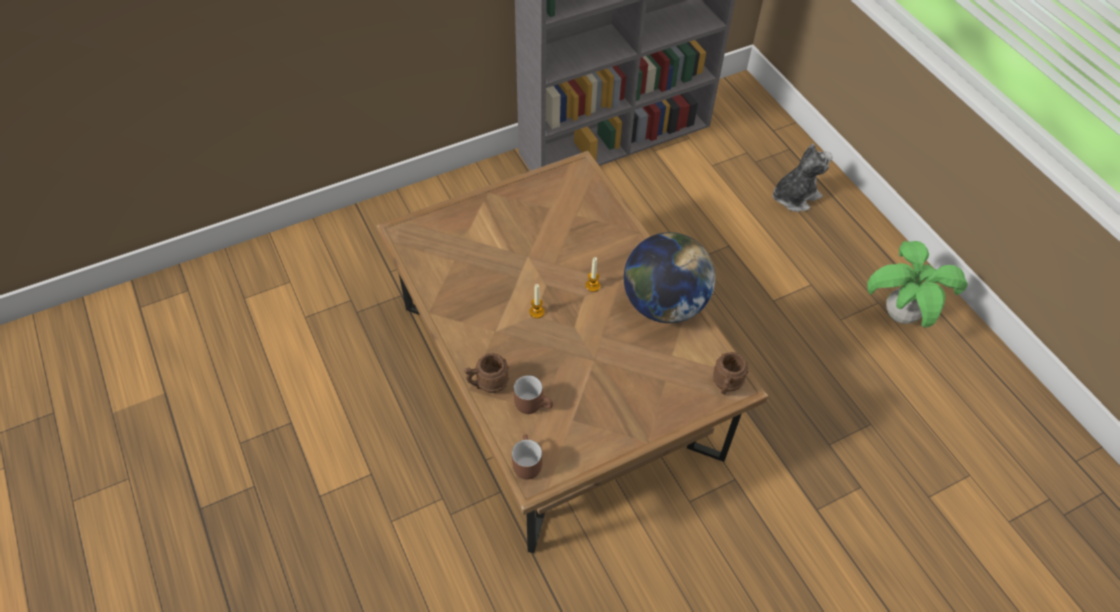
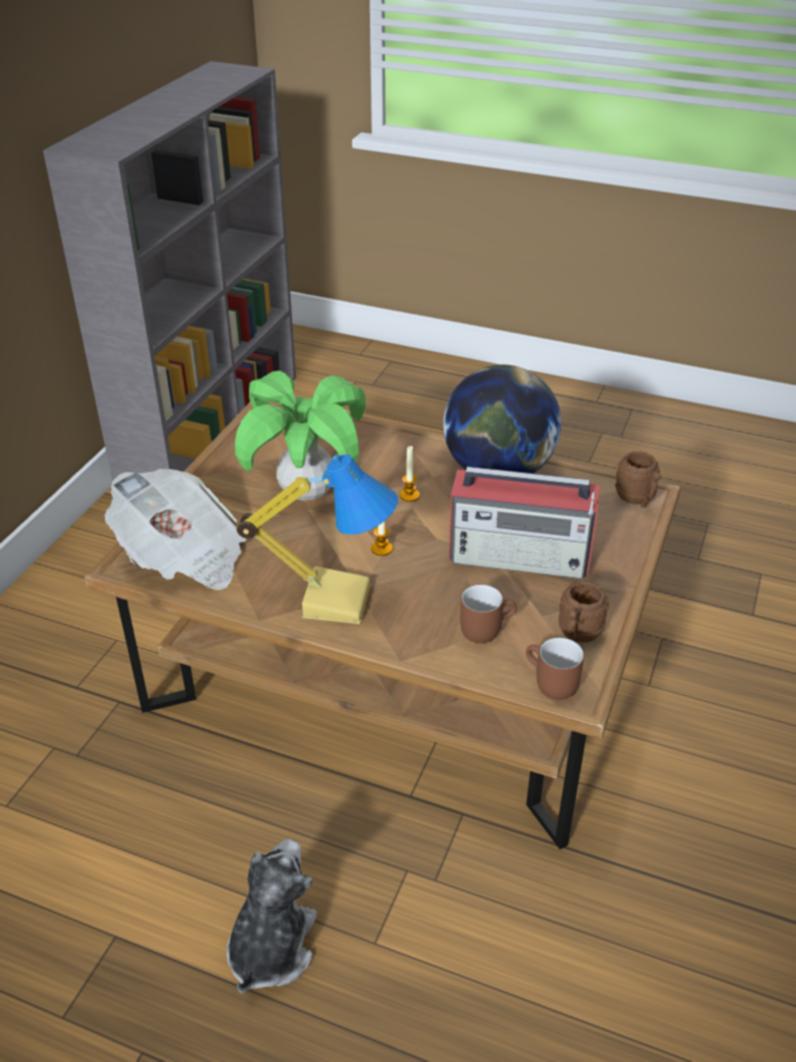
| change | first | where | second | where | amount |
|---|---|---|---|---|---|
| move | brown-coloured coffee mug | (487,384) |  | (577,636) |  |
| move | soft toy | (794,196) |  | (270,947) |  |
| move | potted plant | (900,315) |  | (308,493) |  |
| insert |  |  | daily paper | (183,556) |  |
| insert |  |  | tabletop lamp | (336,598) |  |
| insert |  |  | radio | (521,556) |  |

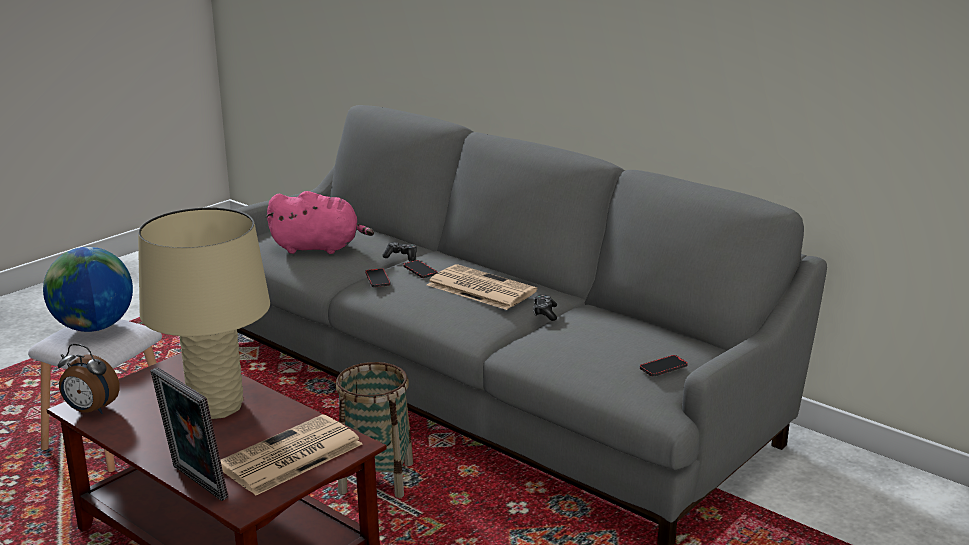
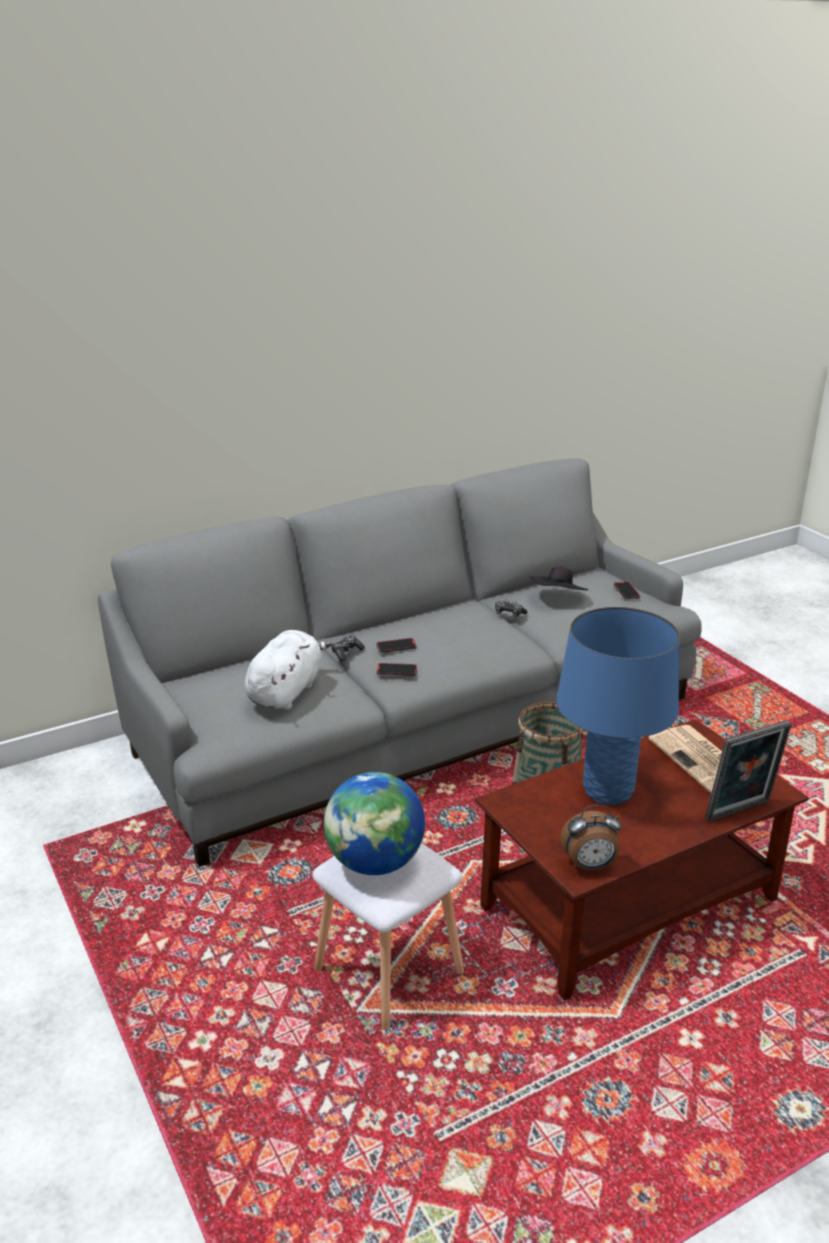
| change | first | where | second | where | amount |
|---|---|---|---|---|---|
| rotate | alarm clock | (90,410) |  | (590,866) | 45 degrees clockwise |
| recolor | sand-coloured tabletop lamp | (216,407) | bluish tabletop lamp | (608,791) |  |
| recolor | pink soft toy | (319,248) | white soft toy | (286,691) |  |
| delete | daily paper | (479,288) |  |  |  |
| insert |  |  | black-coloured hat | (558,598) |  |

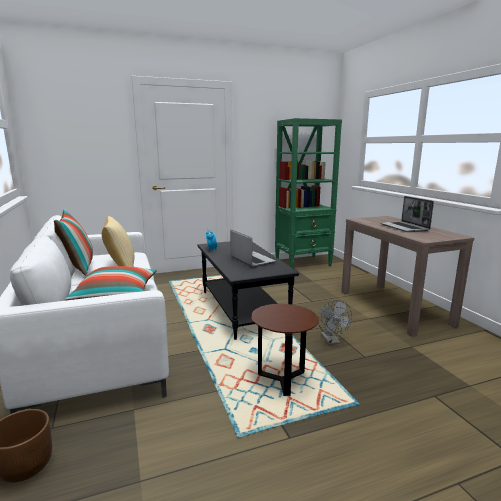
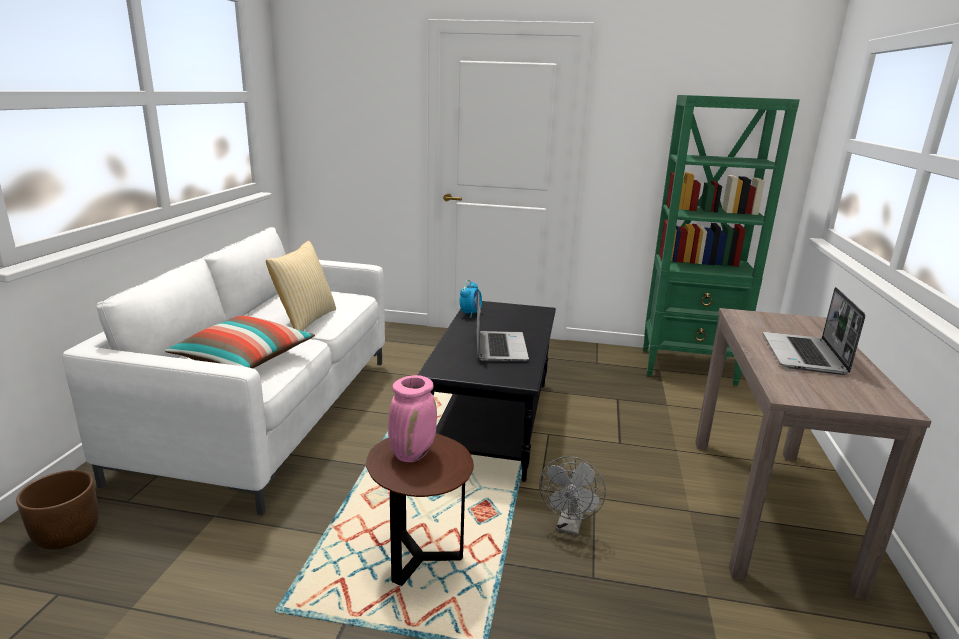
| change | first | where | second | where | amount |
|---|---|---|---|---|---|
| delete | throw pillow | (78,268) |  |  |  |
| insert |  |  | pink vase | (412,454) |  |

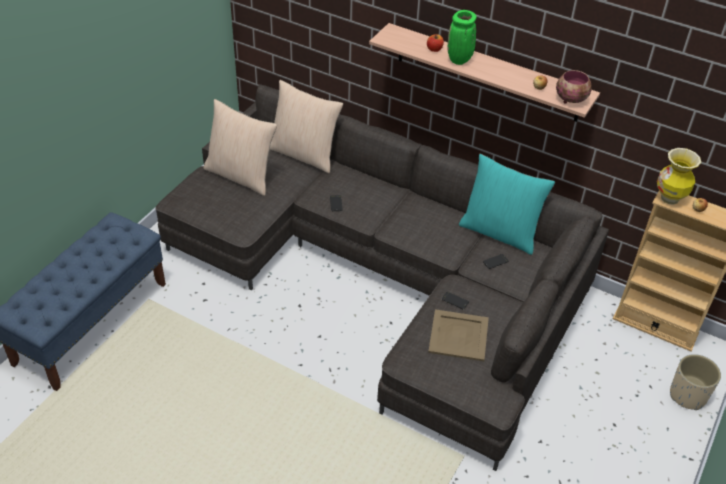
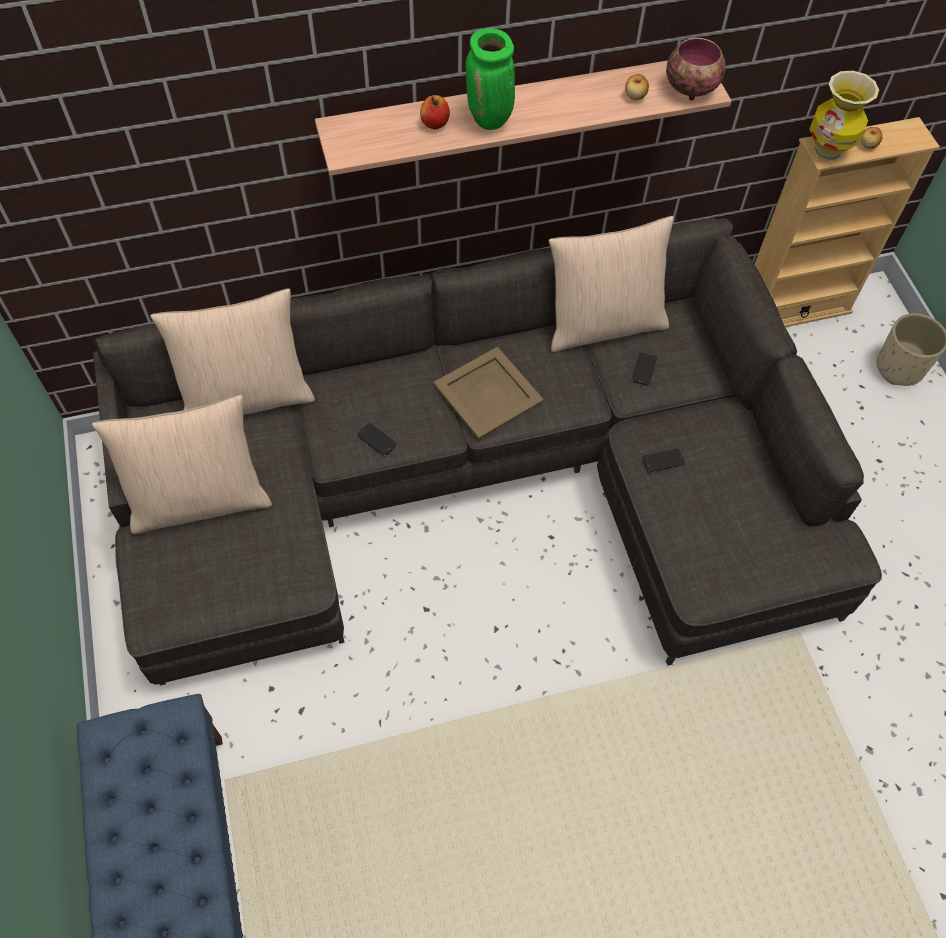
| change | first | where | second | where | amount |
|---|---|---|---|---|---|
| move | sand-coloured carrying tray | (458,336) |  | (488,394) |  |
| recolor | turquoise-coloured throw pillow | (500,232) | sand-coloured throw pillow | (603,324) |  |

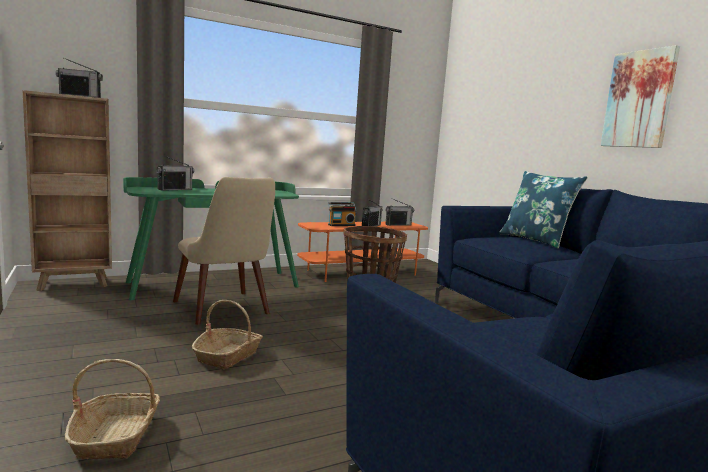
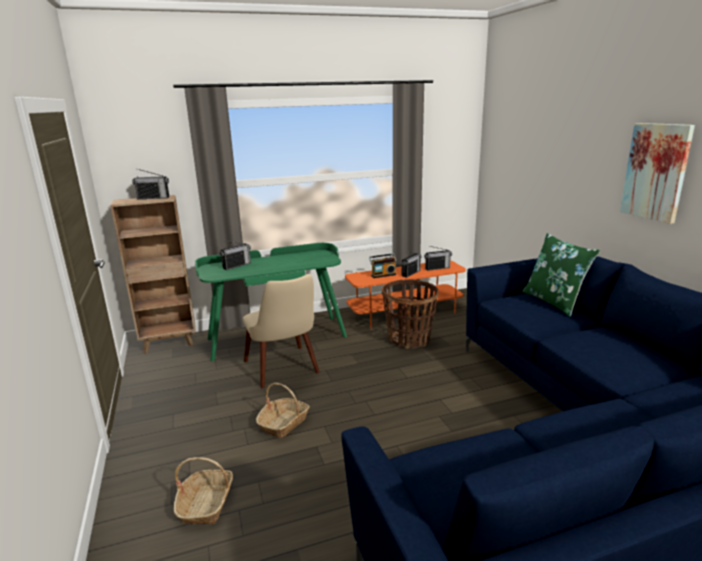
| change | first | where | second | where | amount |
|---|---|---|---|---|---|
| recolor | bluish throw pillow | (535,240) | green-coloured throw pillow | (554,302) |  |

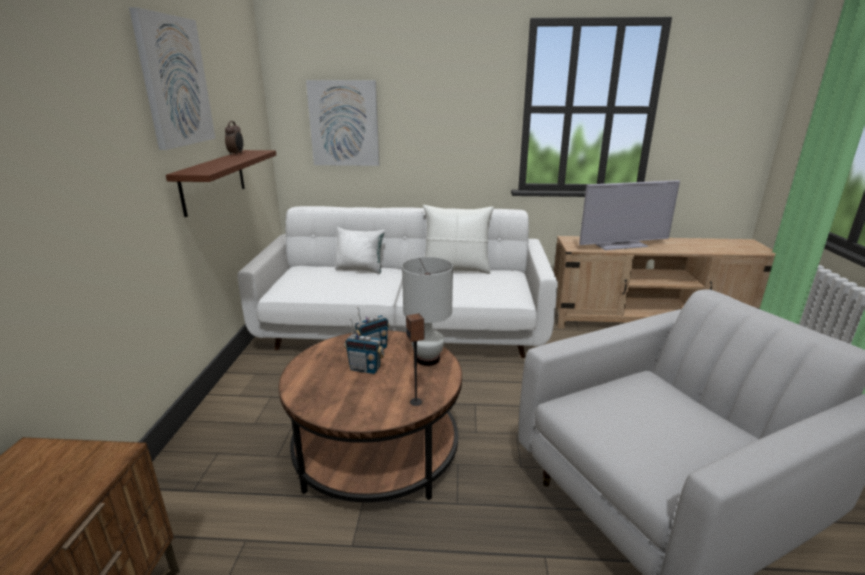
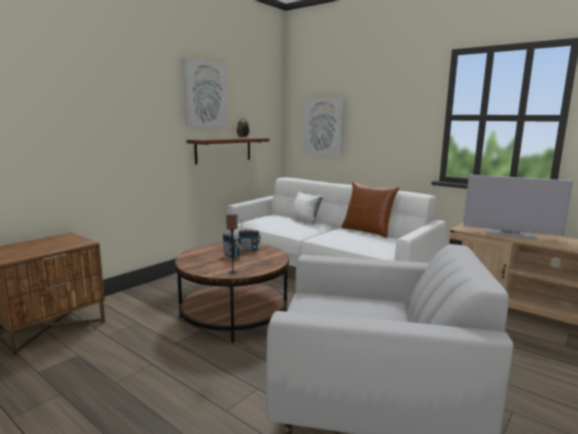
| change | first | where | second | where | amount |
|---|---|---|---|---|---|
| delete | white tabletop lamp | (428,359) |  |  |  |
| recolor | white throw pillow | (456,269) | brown-coloured throw pillow | (367,231) |  |

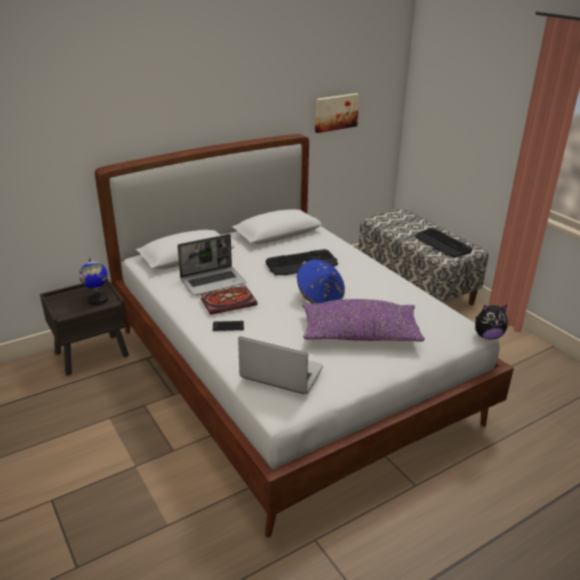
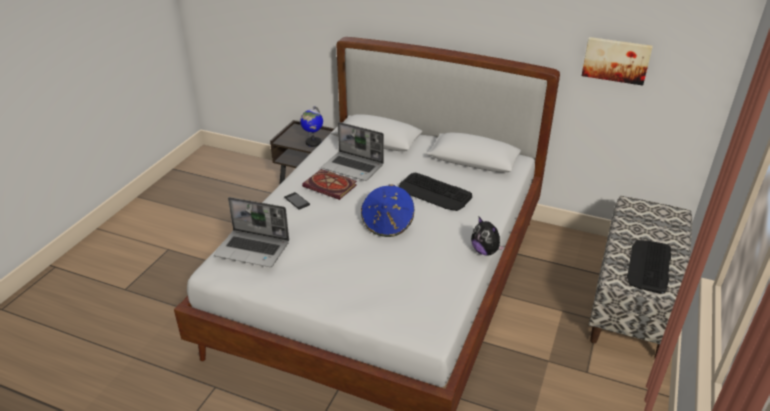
| change | first | where | second | where | amount |
|---|---|---|---|---|---|
| rotate | laptop | (280,374) |  | (253,249) | 120 degrees clockwise |
| delete | purplish throw pillow | (359,334) |  |  |  |
| move | soft toy | (487,336) |  | (485,251) |  |

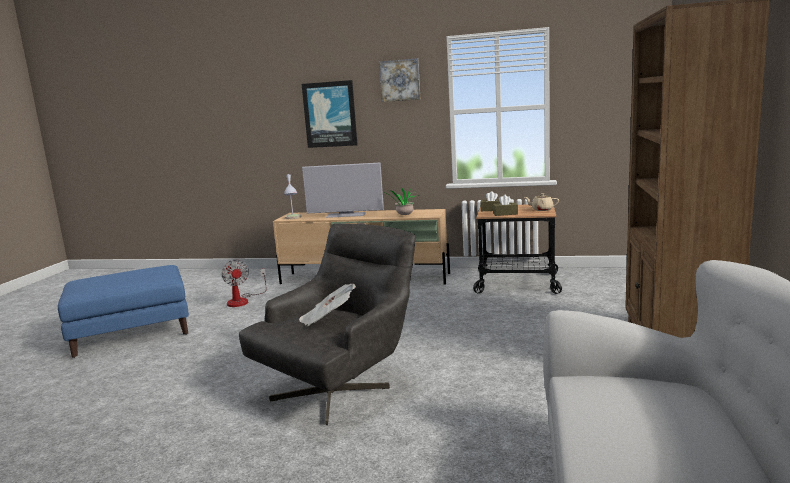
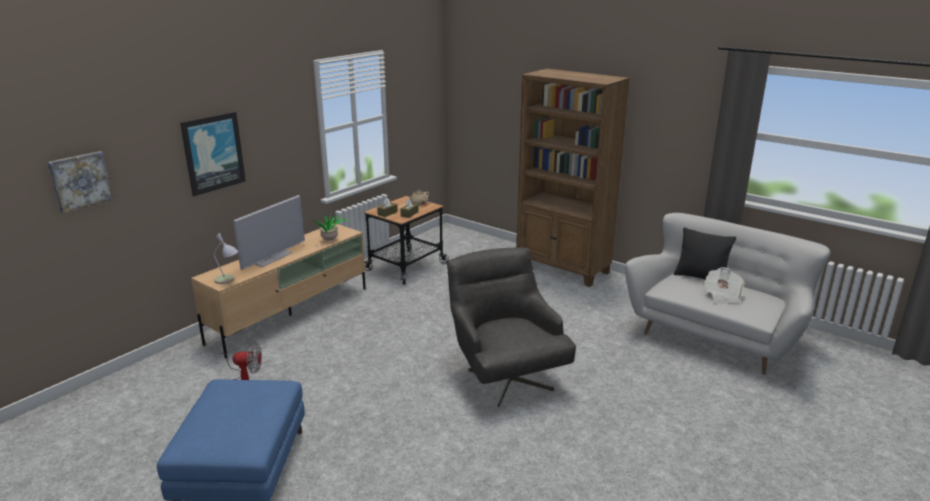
| change | first | where | second | where | amount |
|---|---|---|---|---|---|
| move | daily paper | (327,319) |  | (721,296) |  |
| move | picture | (400,80) |  | (80,181) |  |
| insert |  |  | black-coloured throw pillow | (701,277) |  |

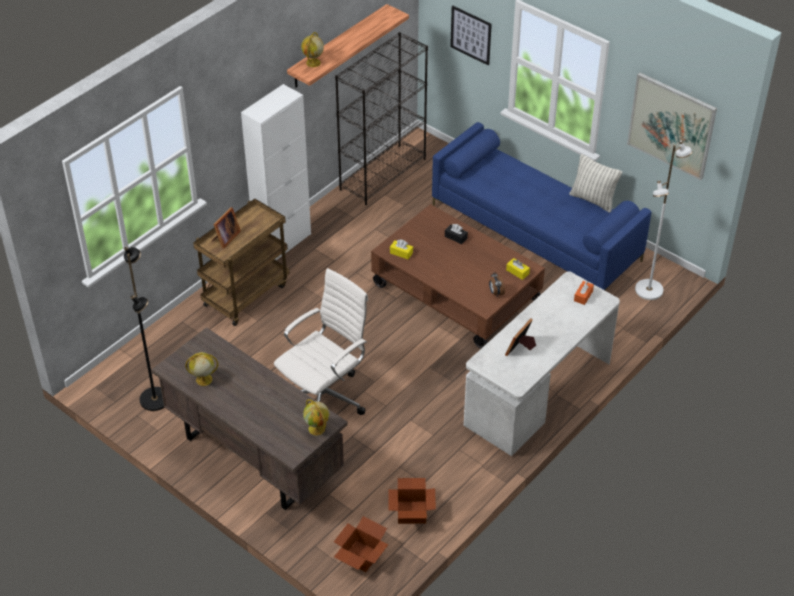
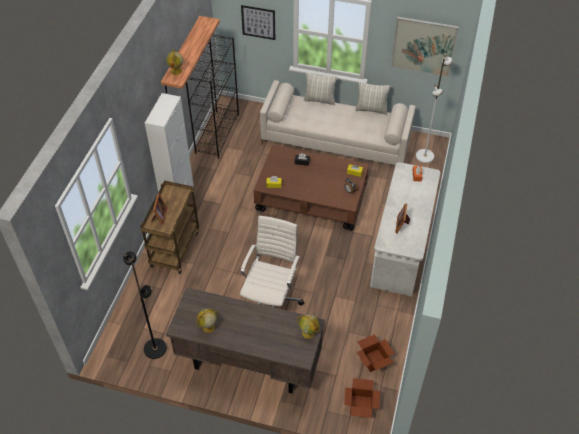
| change | first | where | second | where | amount |
|---|---|---|---|---|---|
| recolor | bluish couch | (536,232) | sand-coloured couch | (336,141) |  |
| insert |  |  | throw pillow | (319,100) |  |

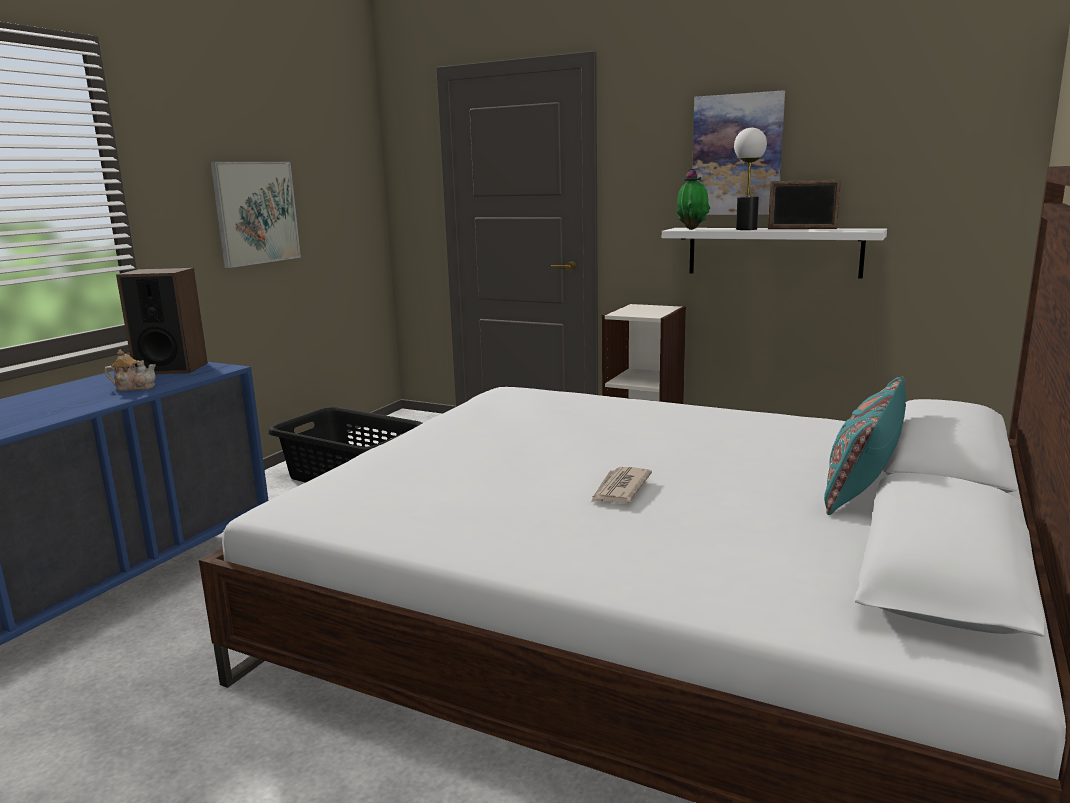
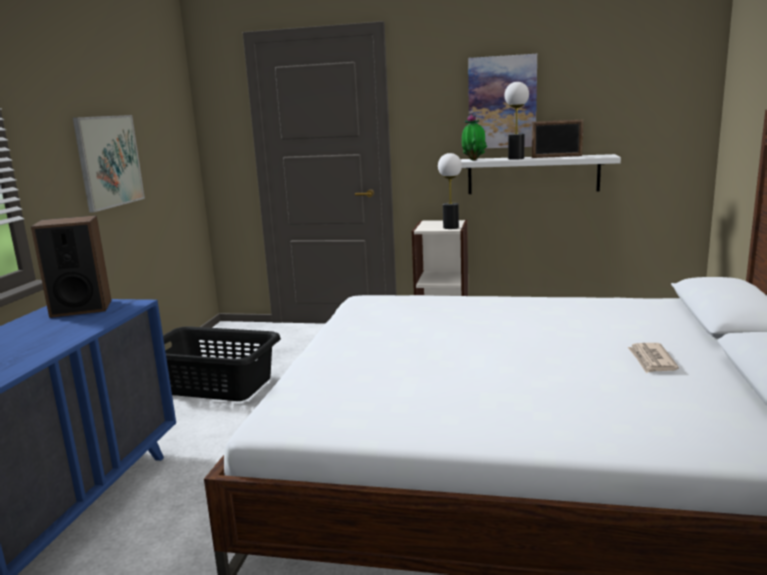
| change | first | where | second | where | amount |
|---|---|---|---|---|---|
| delete | teapot | (134,387) |  |  |  |
| move | daily paper | (619,489) |  | (651,360) |  |
| delete | turquoise-coloured throw pillow | (863,482) |  |  |  |
| insert |  |  | tabletop lamp | (451,227) |  |

